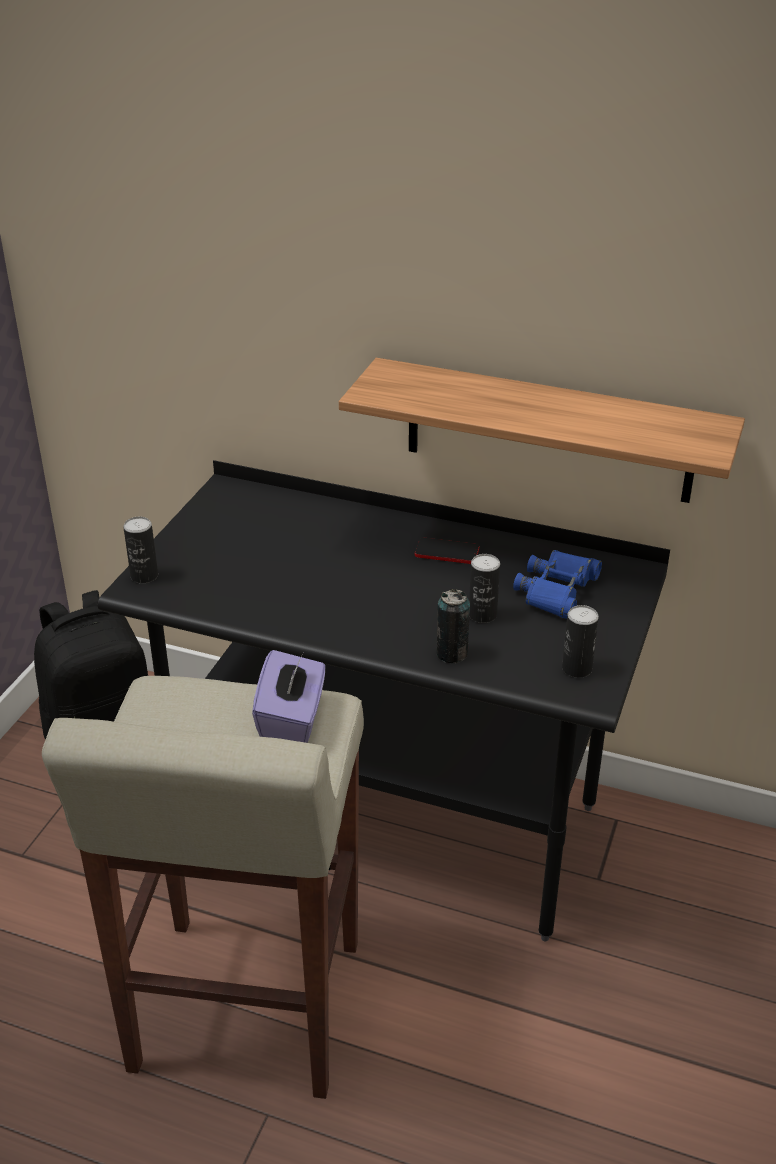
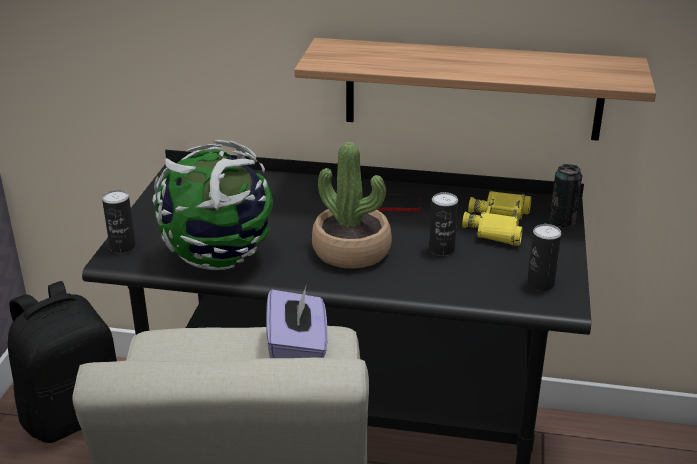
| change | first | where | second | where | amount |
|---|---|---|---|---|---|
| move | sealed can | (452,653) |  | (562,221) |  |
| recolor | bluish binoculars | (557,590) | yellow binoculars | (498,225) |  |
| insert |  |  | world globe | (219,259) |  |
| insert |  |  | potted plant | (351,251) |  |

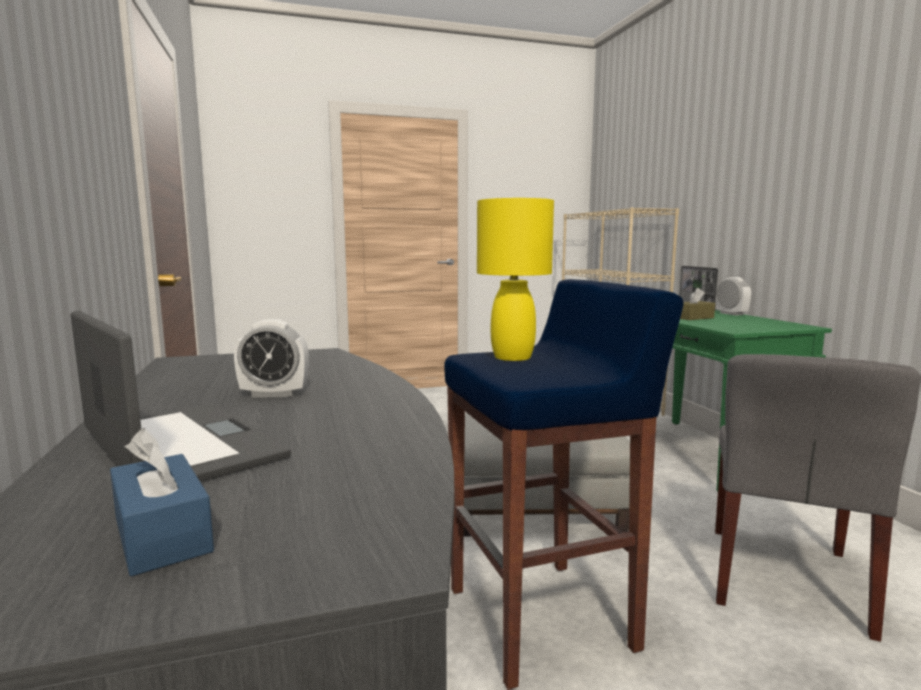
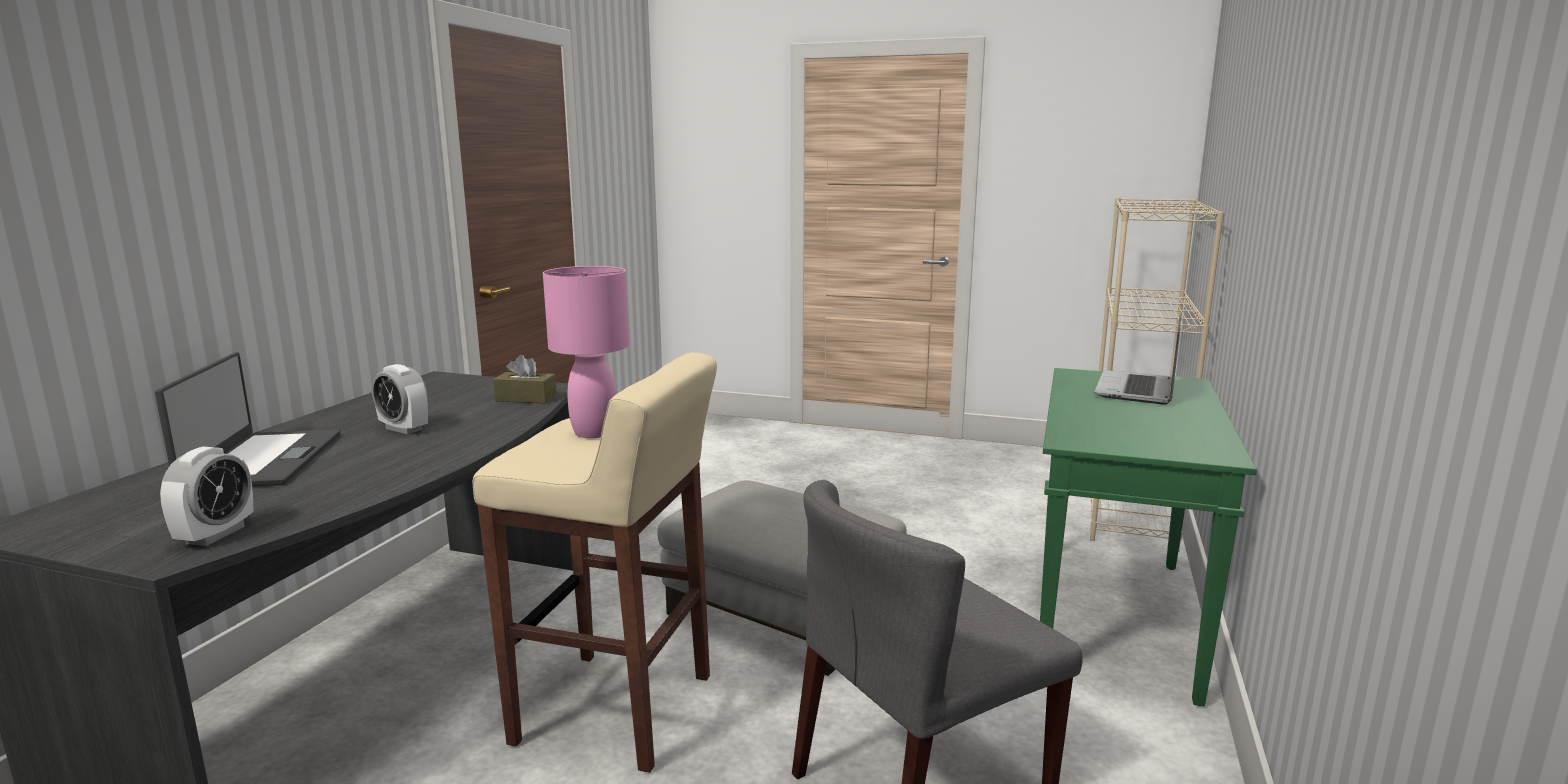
| change | first | where | second | where | amount |
|---|---|---|---|---|---|
| delete | bluish tissue box | (162,534) |  |  |  |
| recolor | bluish stool seat | (543,618) | sand-coloured stool seat | (617,710) |  |
| recolor | yellow tabletop lamp | (511,357) | pink tabletop lamp | (593,432) |  |
| move | brown-coloured tissue box | (694,318) |  | (526,398) |  |
| move | alarm clock | (731,314) |  | (216,534) |  |

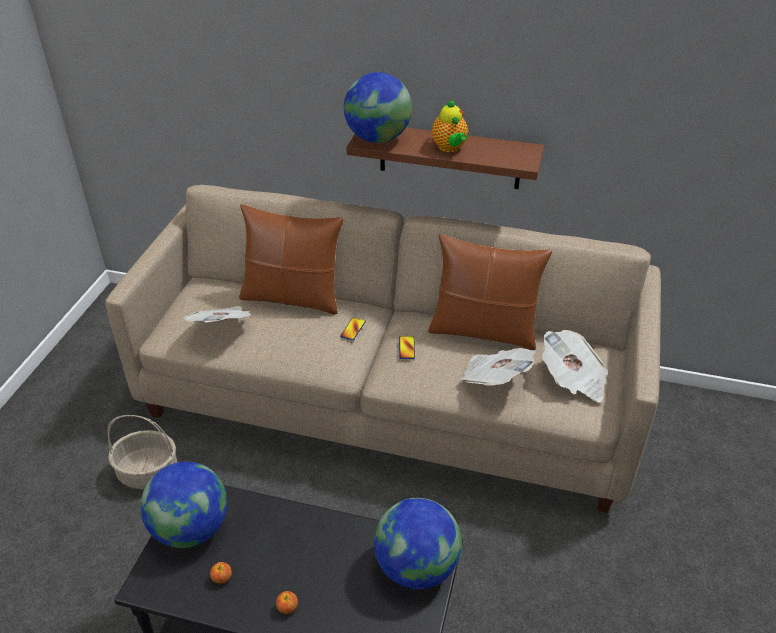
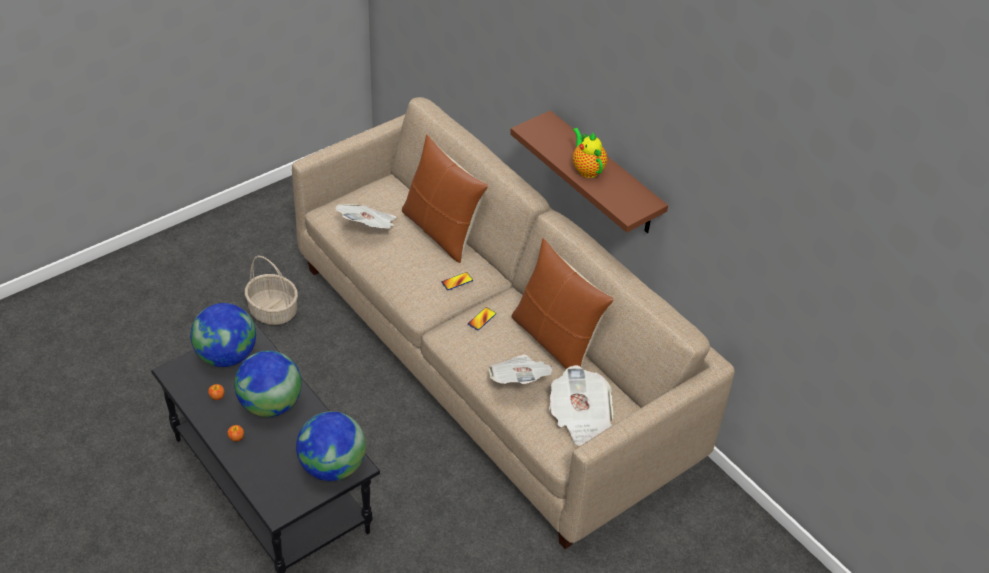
| change | first | where | second | where | amount |
|---|---|---|---|---|---|
| move | world globe | (378,138) |  | (270,404) |  |
| rotate | teapot | (449,148) |  | (587,169) | 135 degrees clockwise |

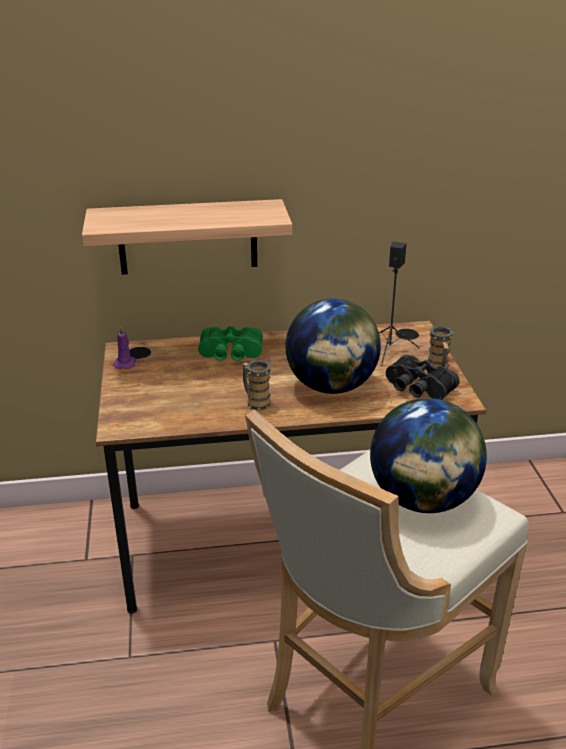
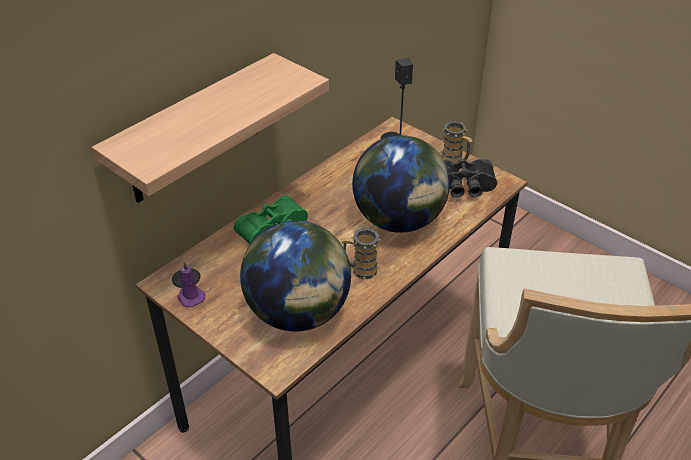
| change | first | where | second | where | amount |
|---|---|---|---|---|---|
| move | world globe | (422,499) |  | (298,313) |  |

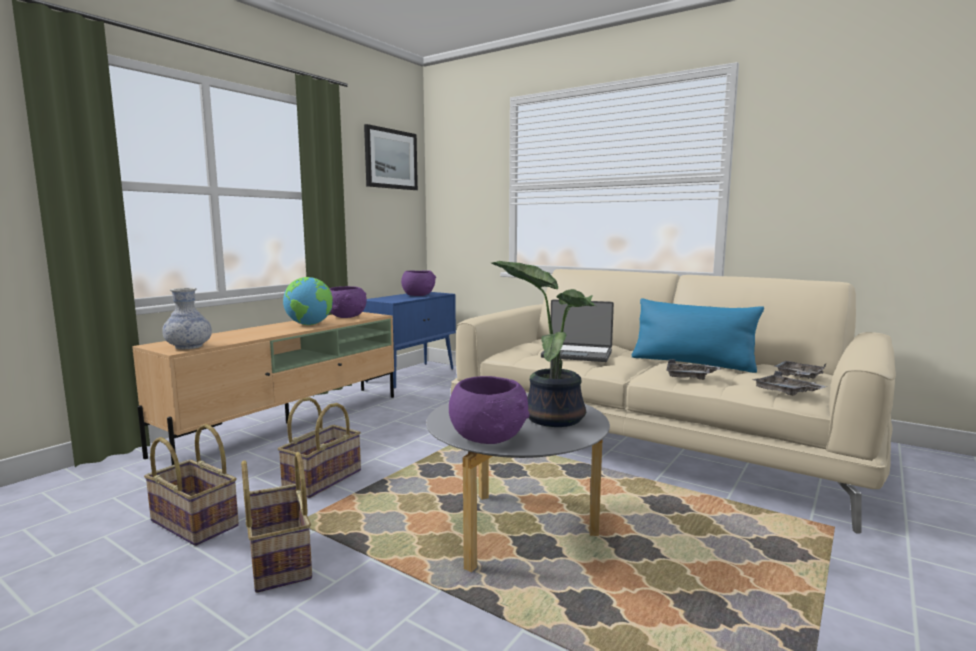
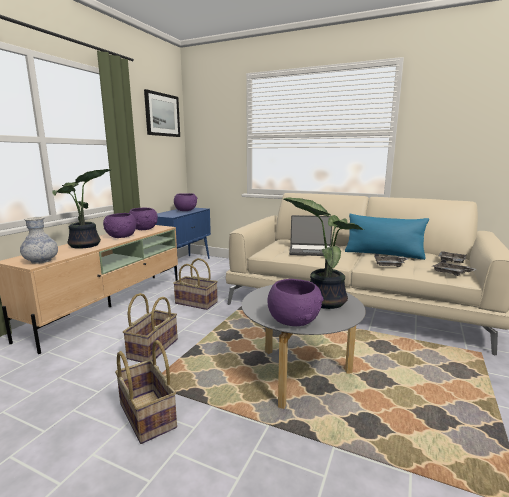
| change | first | where | second | where | amount |
|---|---|---|---|---|---|
| move | basket | (196,523) |  | (197,302) |  |
| replace | world globe | (310,324) | purplish deep dish | (121,237) |  |
| insert |  |  | potted plant | (85,245) |  |

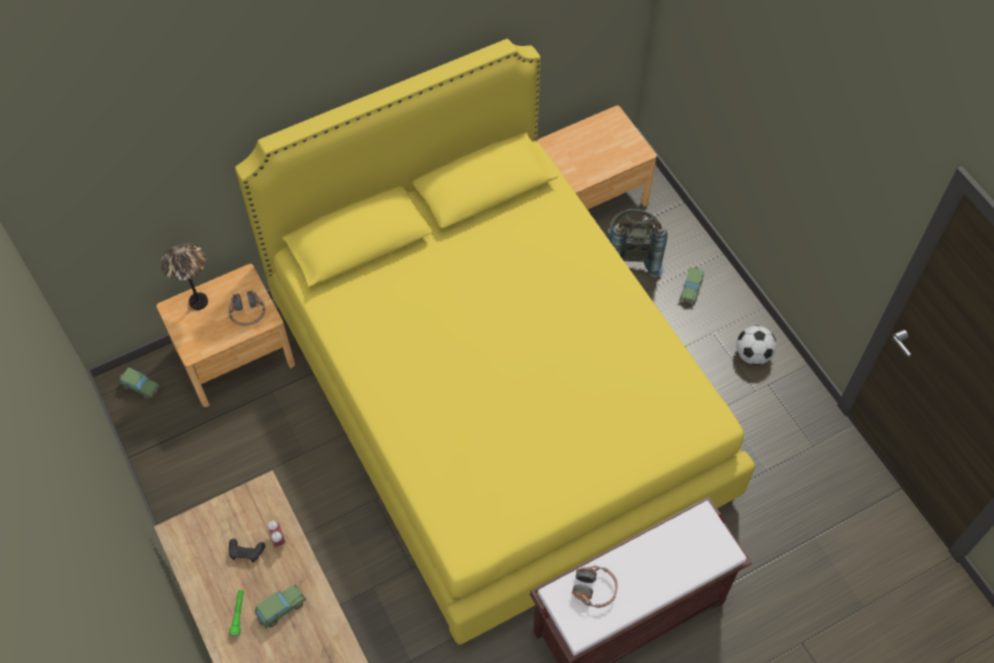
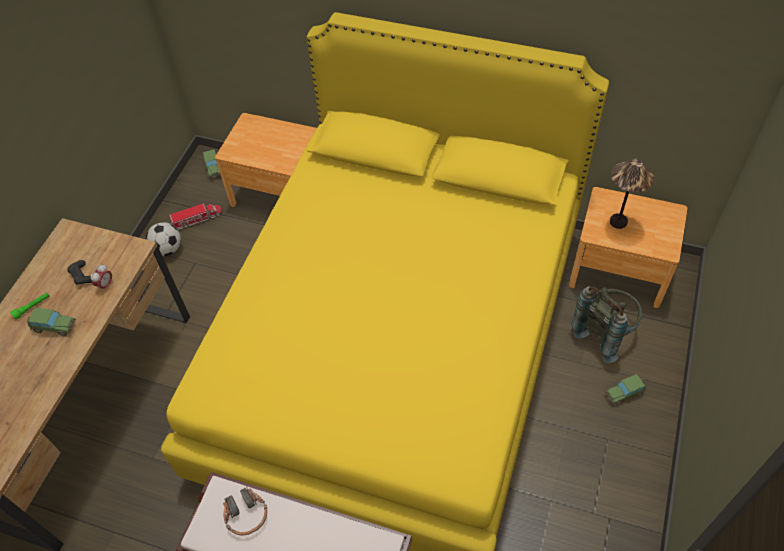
| change | first | where | second | where | amount |
|---|---|---|---|---|---|
| move | tabletop lamp | (199,302) |  | (618,222) |  |
| delete | pair of headphones | (247,313) |  |  |  |
| move | football ball | (752,354) |  | (168,249) |  |
| insert |  |  | model truck | (197,219) |  |

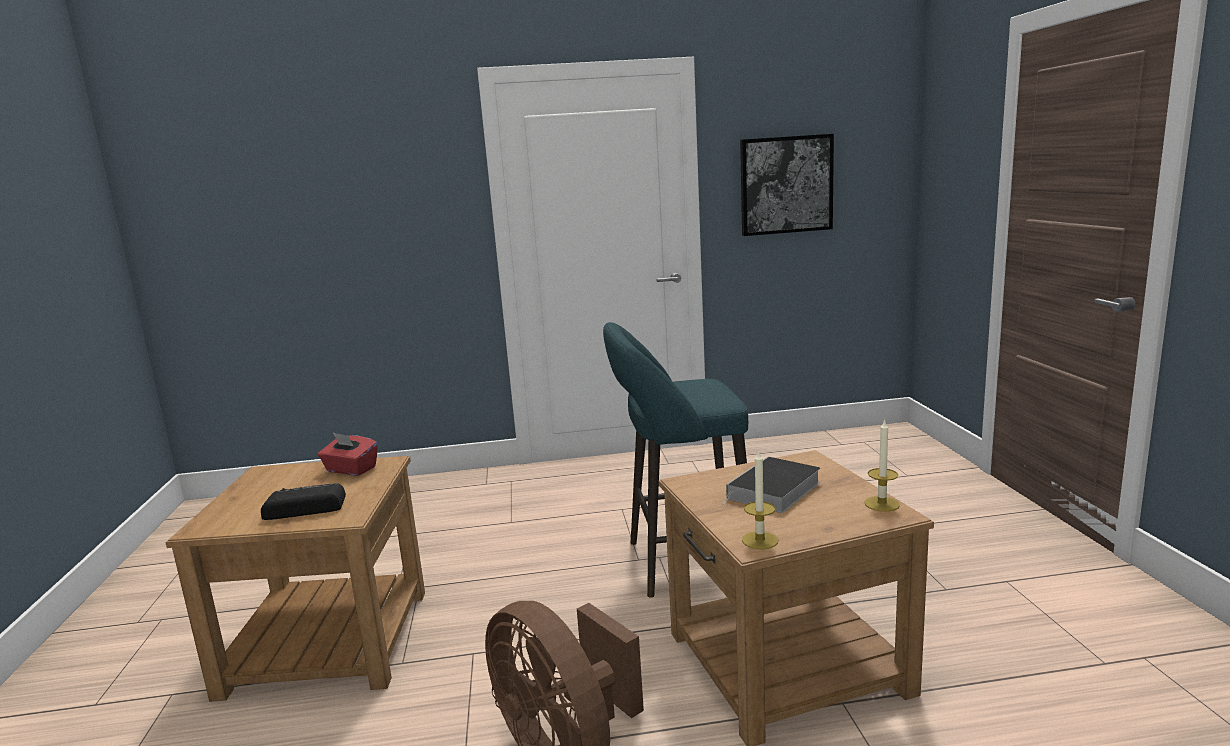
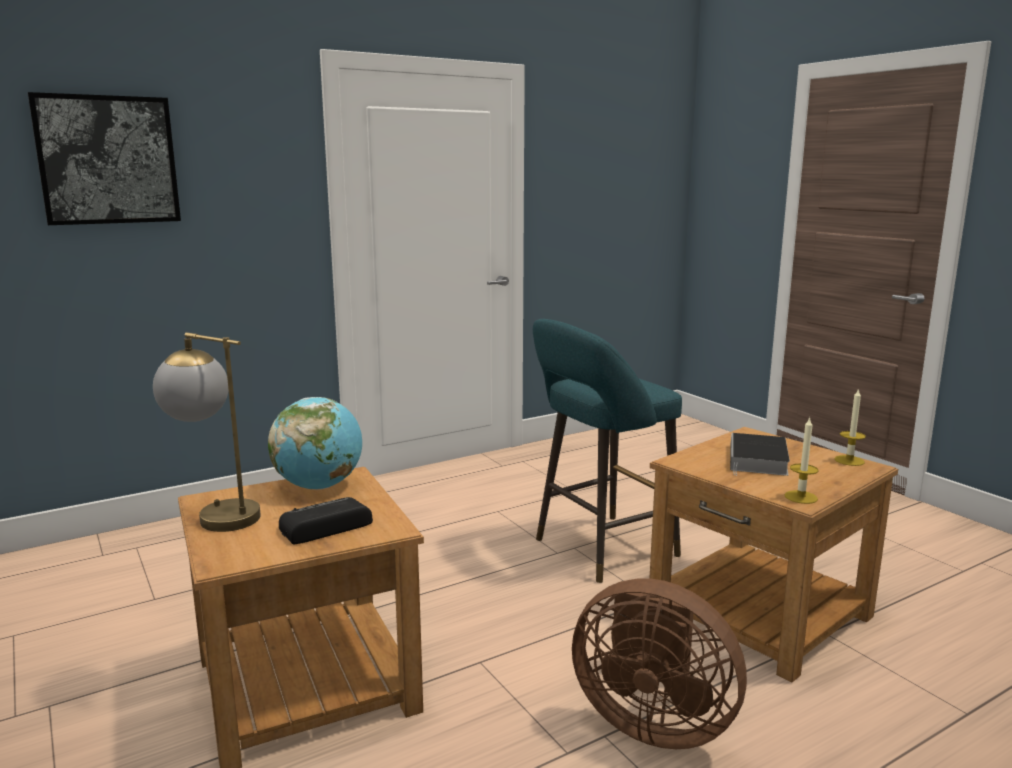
| change | first | where | second | where | amount |
|---|---|---|---|---|---|
| replace | red-coloured tissue box | (351,470) | world globe | (319,486) |  |
| move | picture | (786,185) |  | (107,160) |  |
| insert |  |  | tabletop lamp | (215,514) |  |

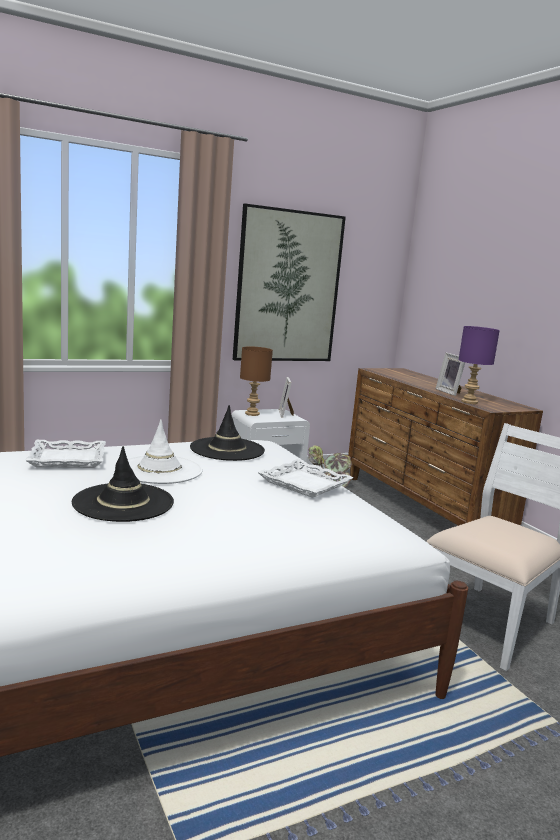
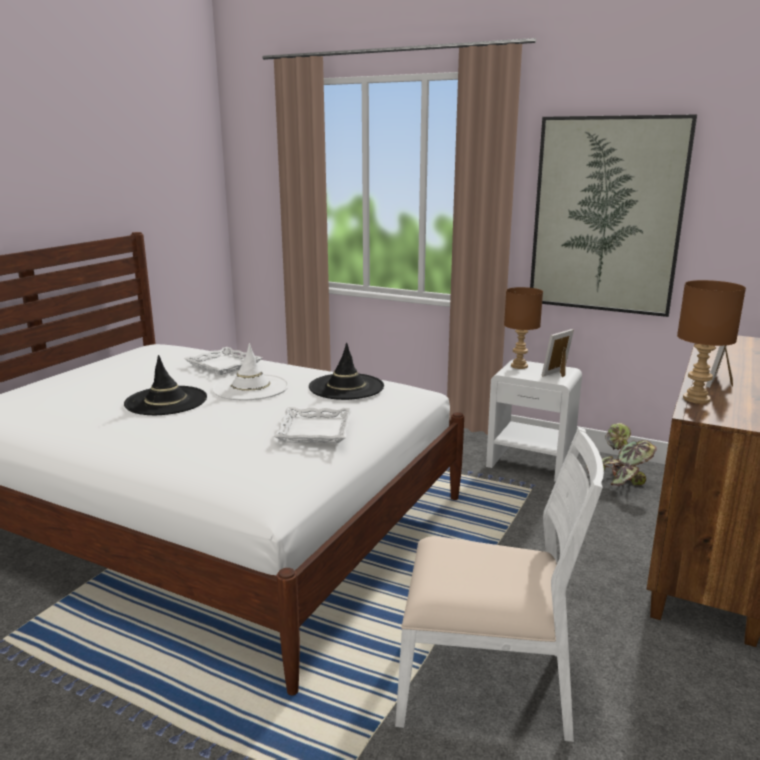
| change | first | where | second | where | amount |
|---|---|---|---|---|---|
| recolor | purplish tabletop lamp | (468,402) | brown-coloured tabletop lamp | (695,399) |  |

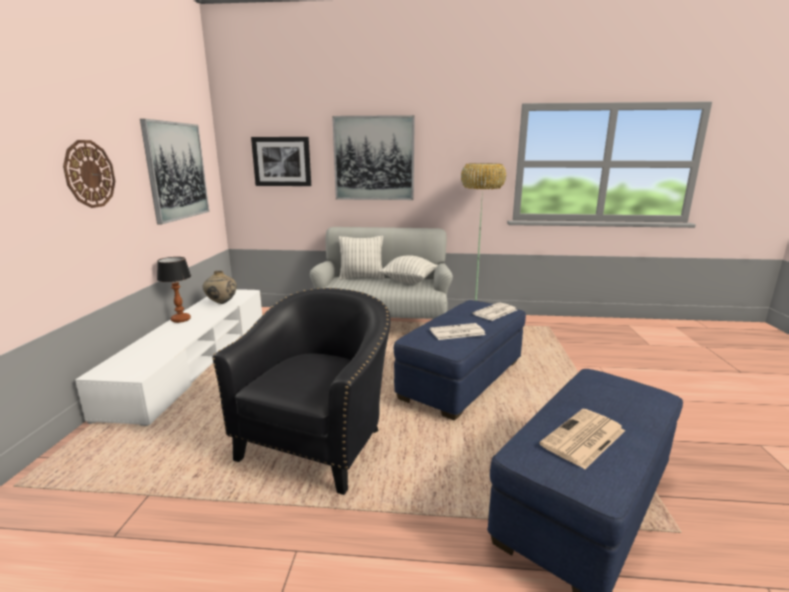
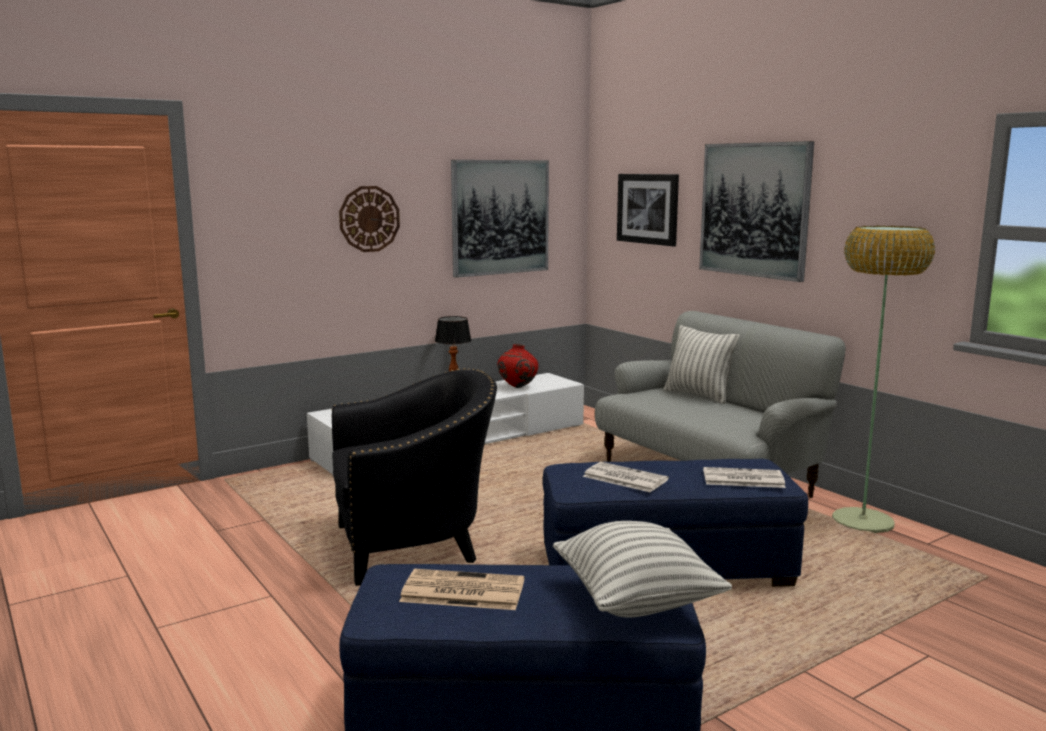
| change | first | where | second | where | amount |
|---|---|---|---|---|---|
| recolor | sand-coloured vase | (221,303) | red-coloured vase | (517,387) |  |
| move | throw pillow | (409,281) |  | (636,601) |  |

